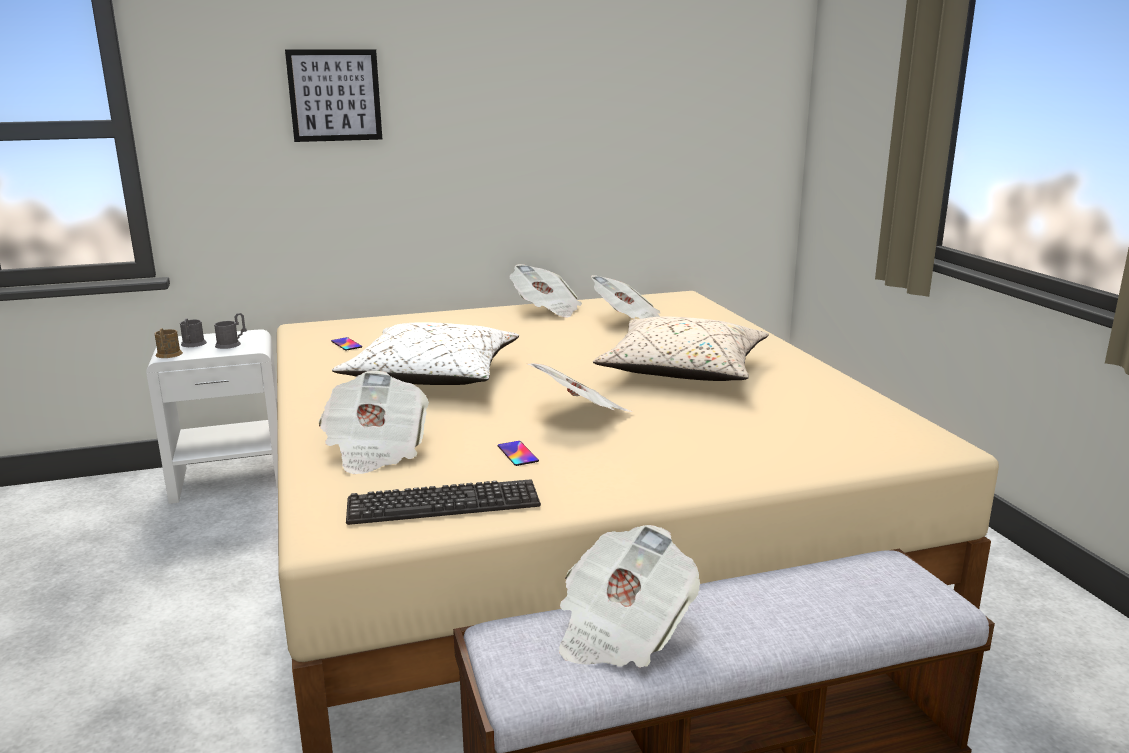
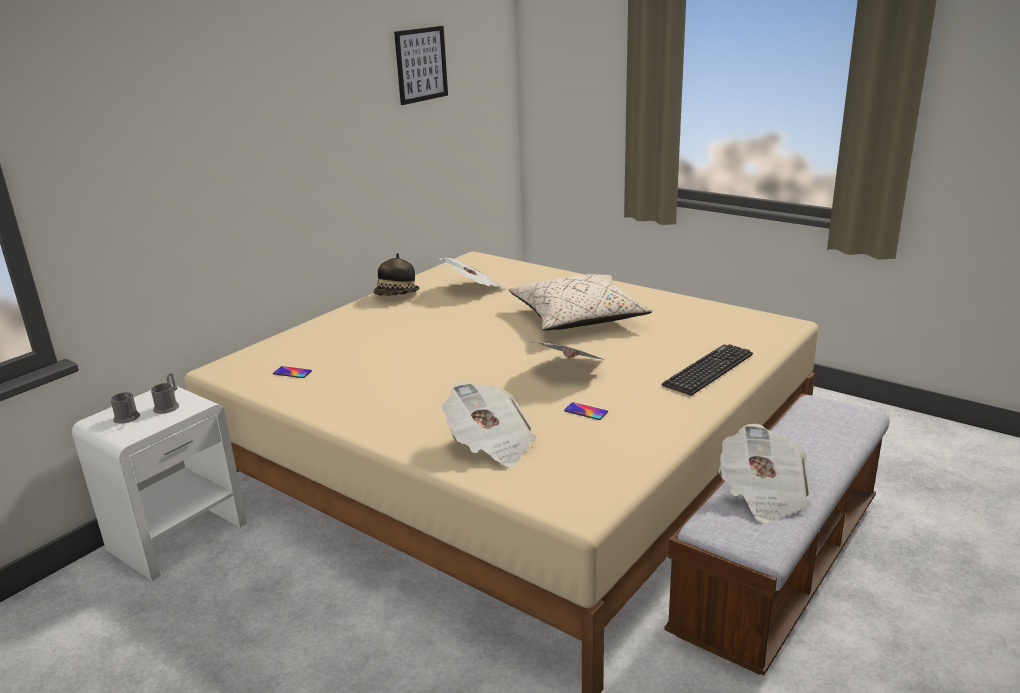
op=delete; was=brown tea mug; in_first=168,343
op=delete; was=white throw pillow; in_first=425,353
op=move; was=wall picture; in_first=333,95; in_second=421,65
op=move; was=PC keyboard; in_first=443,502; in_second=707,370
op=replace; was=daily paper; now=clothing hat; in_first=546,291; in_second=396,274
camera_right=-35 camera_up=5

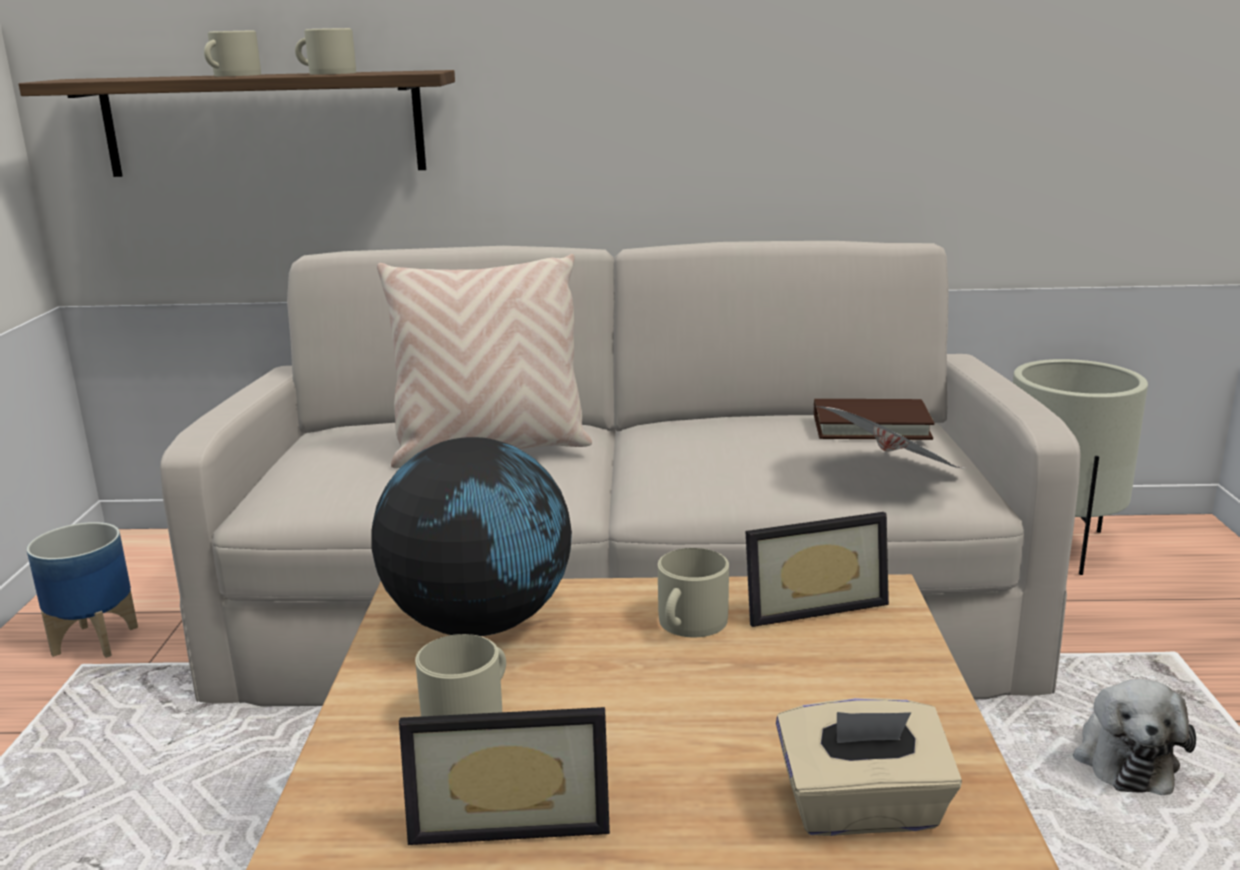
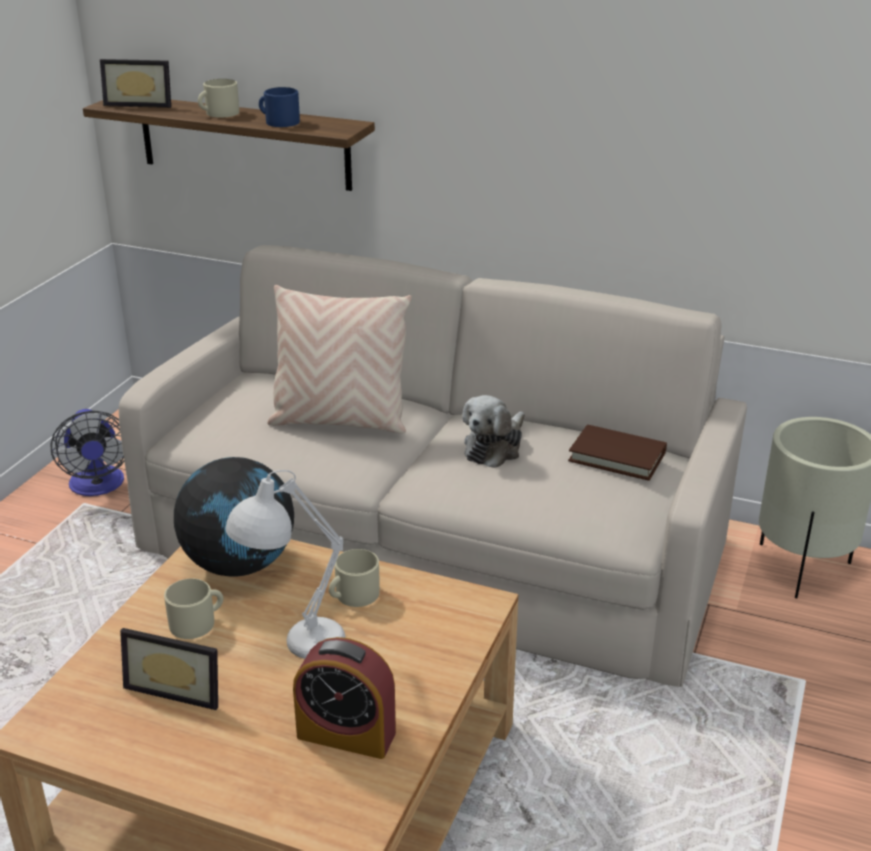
op=delete; was=daily paper; in_first=890,437
op=insert; now=white lamp for a table; in_second=285,564
op=move; was=photo frame; in_first=817,569; in_second=135,83
op=move; was=cuddly toy; in_first=1134,737; in_second=493,431
op=replace; was=plant pot; now=fan; in_first=82,590; in_second=87,452
op=replace; was=beige-coloured tissue holder; now=alarm clock; in_first=869,767; in_second=344,698
op=recolor; was=beige-coloured tea mug; now=blue-coloured tea mug; in_first=325,51; in_second=279,107
camera_right=20 camera_up=10

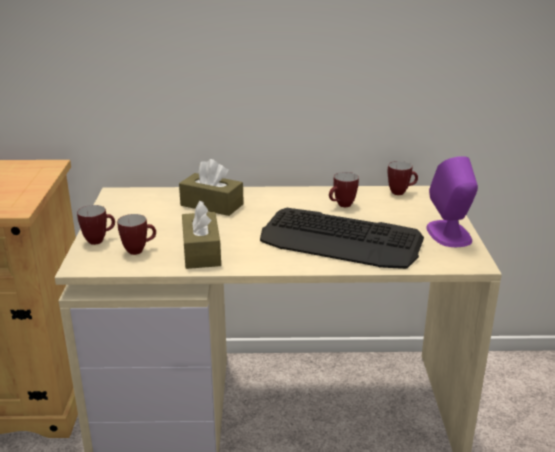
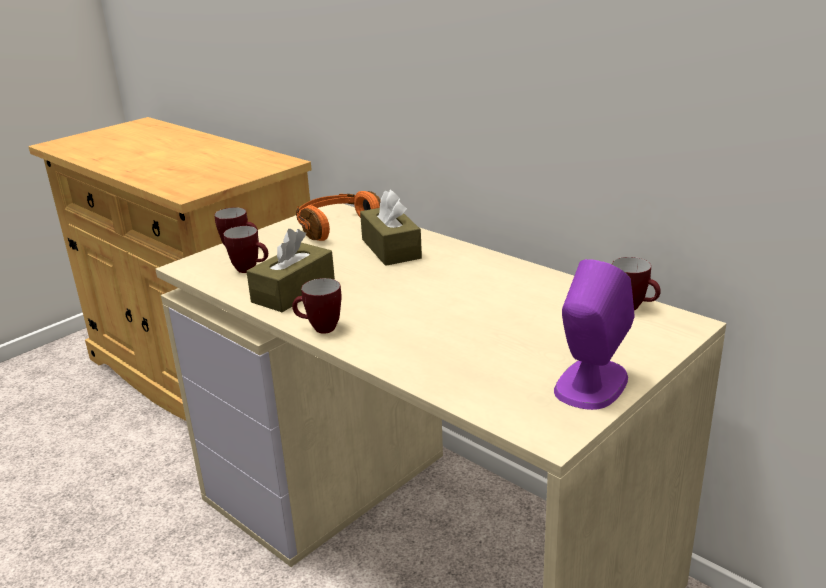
op=delete; was=PC keyboard; in_first=342,238
op=insert; now=orange-coloured headphones; in_second=338,216
op=move; was=tea mug; in_first=344,189; in_second=316,306
camera_right=45 camera_up=0

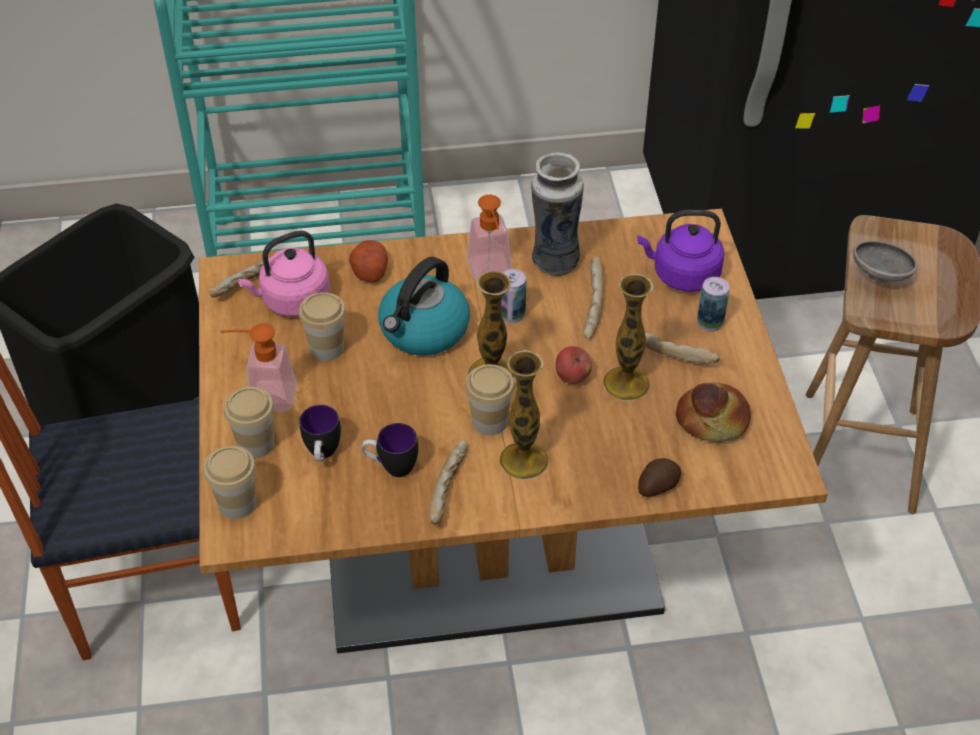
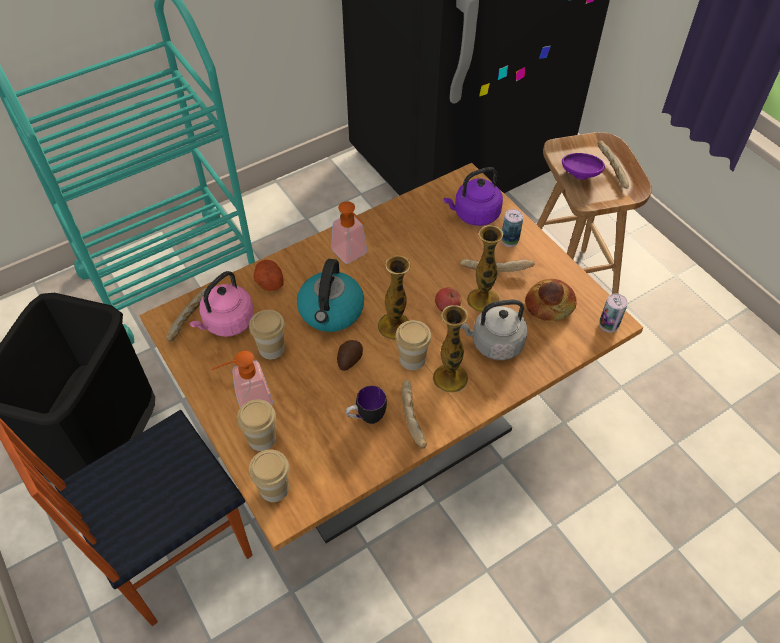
op=delete; was=tea mug; in_first=320,433
op=delete; was=decorative vase; in_first=557,214
op=insert; now=gray kettle; in_second=494,329
op=move; was=can; in_first=513,296; in_second=613,313
op=move; was=bakery bread; in_first=593,297; in_second=613,164
op=move; was=spud; in_first=659,477; in_second=350,355
op=recolor; was=gray bowl; now=purple bowl; in_first=885,262; in_second=583,166
camera_right=-25 camera_up=5

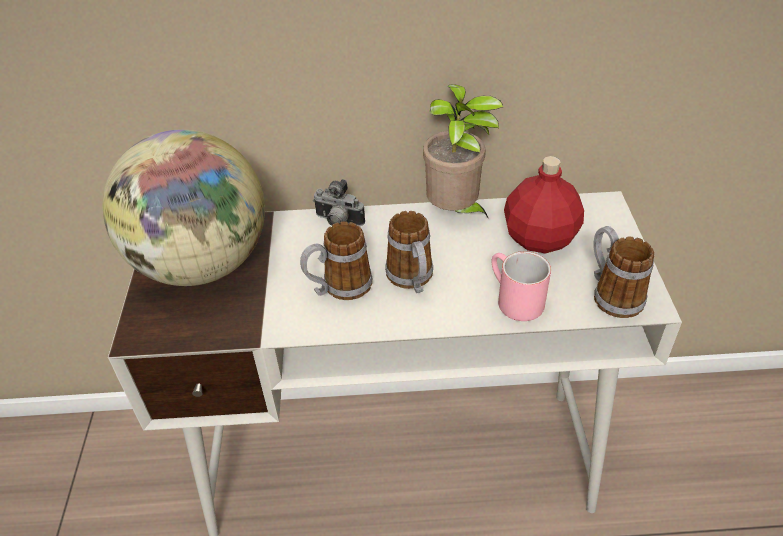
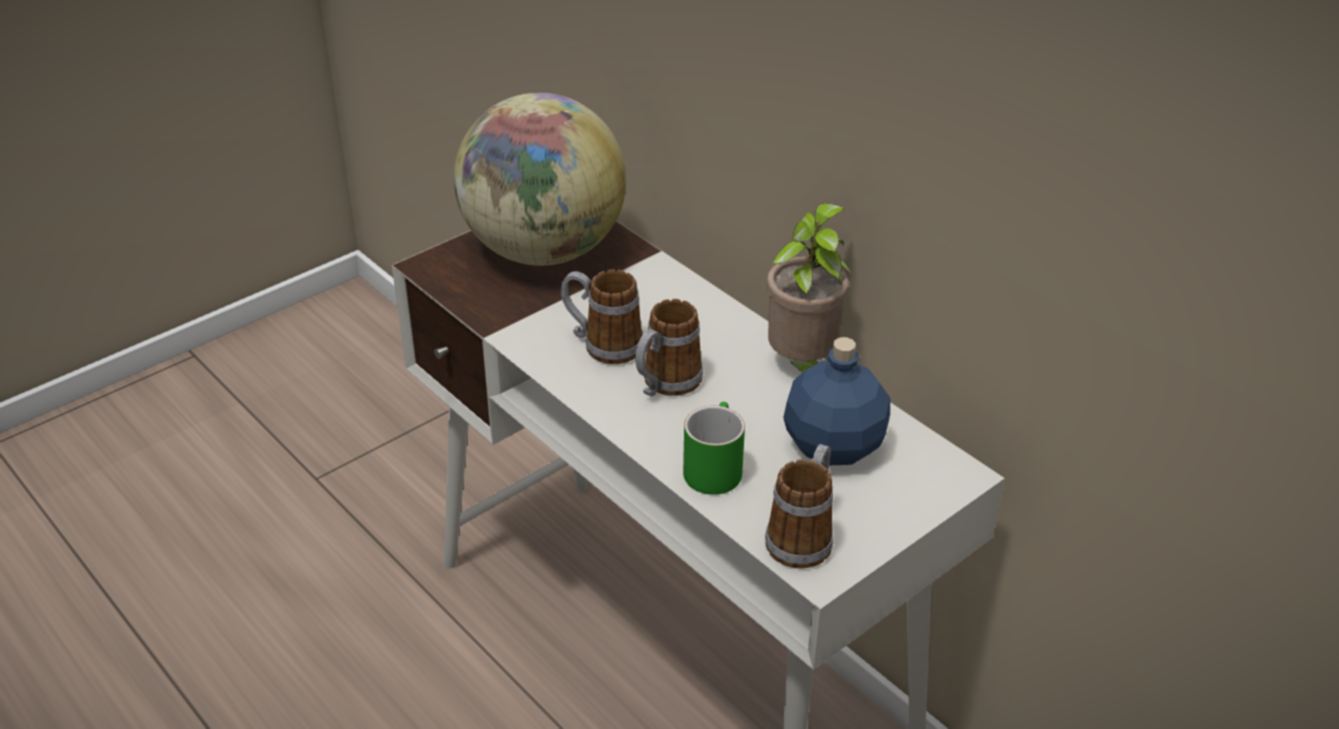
op=delete; was=still camera; in_first=339,202
op=recolor; was=pinkish tea mug; now=green tea mug; in_first=521,286; in_second=714,448
op=recolor; was=reddish beverage bottle; now=blue-coloured beverage bottle; in_first=544,204; in_second=836,401
camera_right=50 camera_up=-5

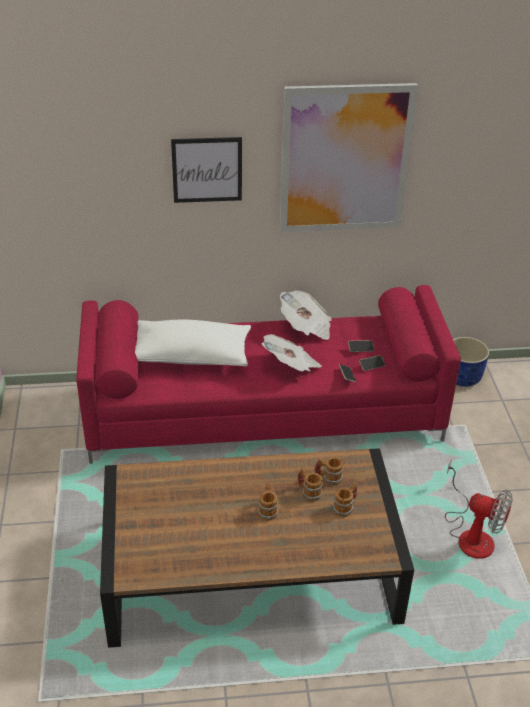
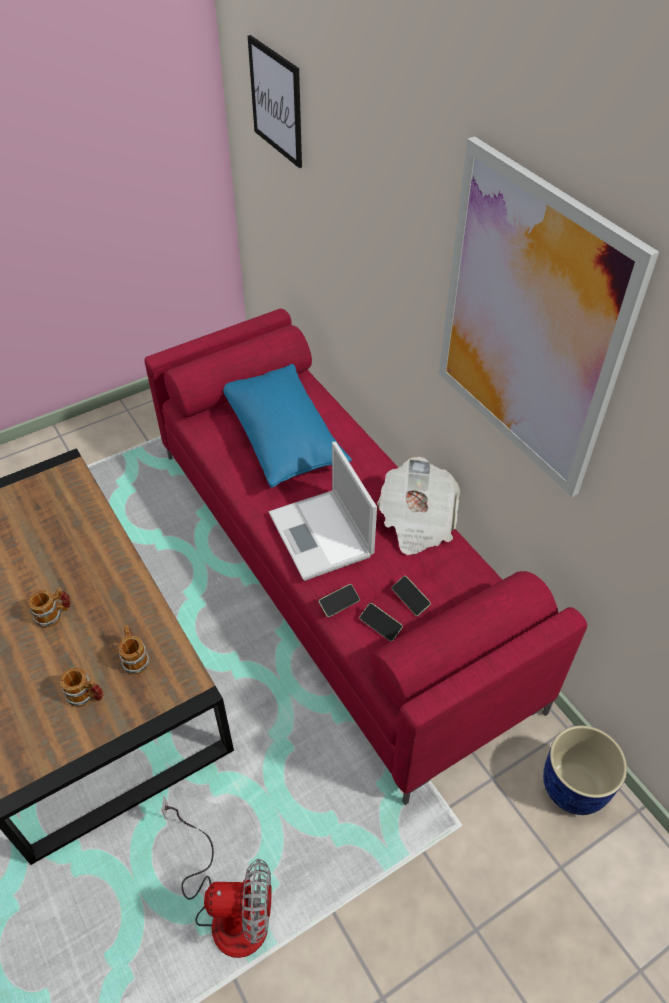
op=delete; was=tea mug; in_first=310,484
op=move; was=wall picture; in_first=206,170; in_second=275,101
op=replace; was=daily paper; now=laptop; in_first=291,353; in_second=323,511
op=recolor; was=white throw pillow; now=blue-coloured throw pillow; in_first=193,342; in_second=287,426
op=rotate; was=fan; in_first=479,509; in_second=217,877; clockwise=-90
camera_right=65 camera_up=10

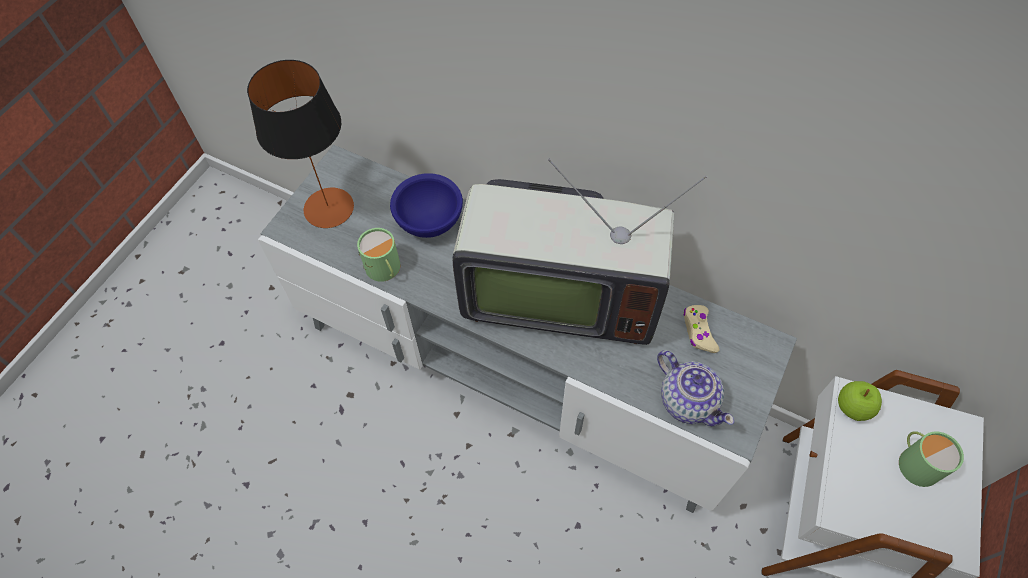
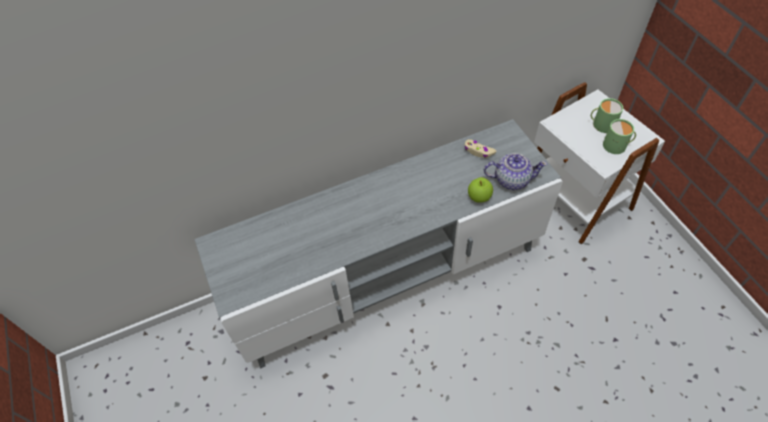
op=delete; was=lamp for a table; in_first=300,144
op=delete; was=blue-coloured bowl; in_first=426,205
op=delete; was=TV; in_first=580,251
op=move; was=green tea mug; in_first=378,255; in_second=619,136
op=move; was=whole apple; in_first=860,401; in_second=480,190
camera_right=-50 camera_up=-5

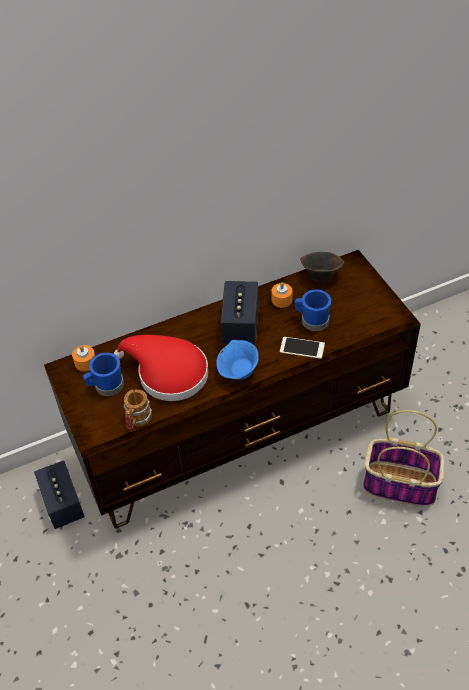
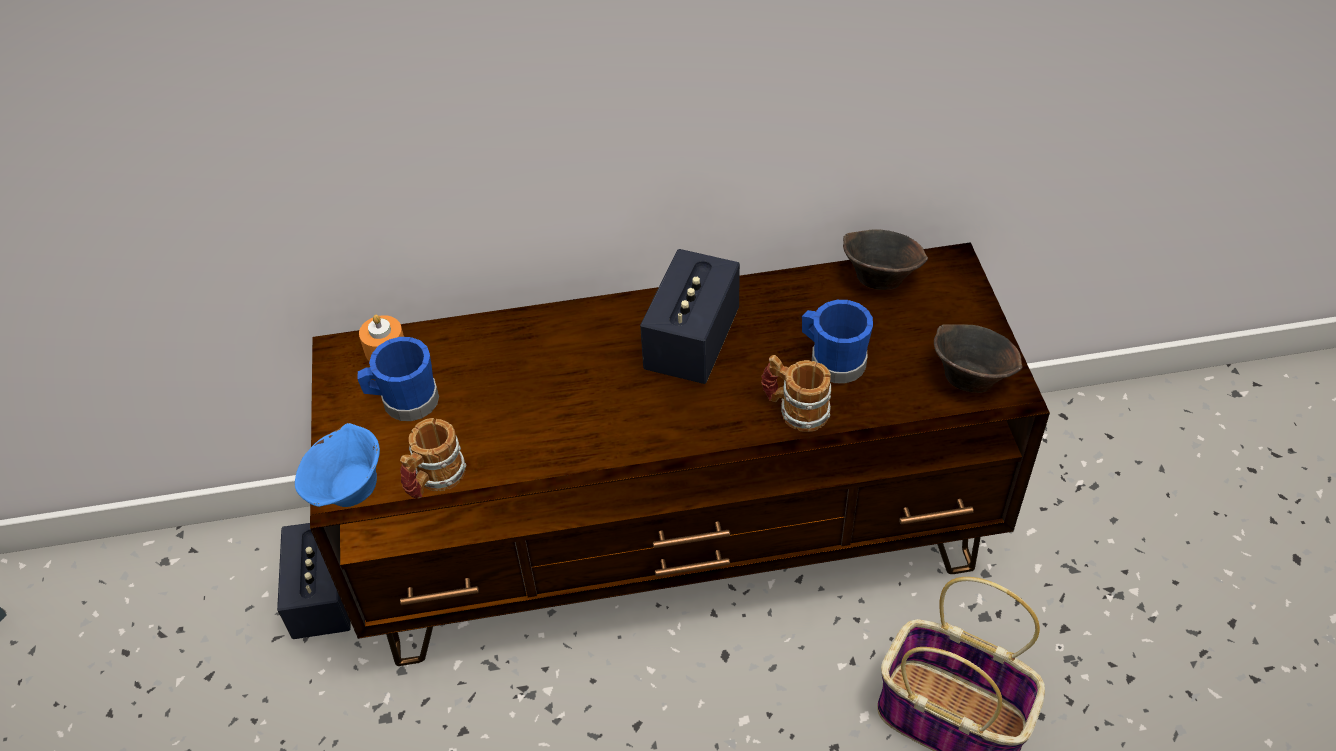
op=delete; was=reddish clothing hat; in_first=161,368
op=delete; was=orange-coloured wax candle; in_first=282,295
op=insert; now=brown bowl; in_second=978,358
op=move; was=blue-coloured bowl; in_first=237,360; in_second=337,465
op=replace; was=telephone; now=tea mug; in_first=302,348; in_second=796,393
camera_right=15 camera_up=0

